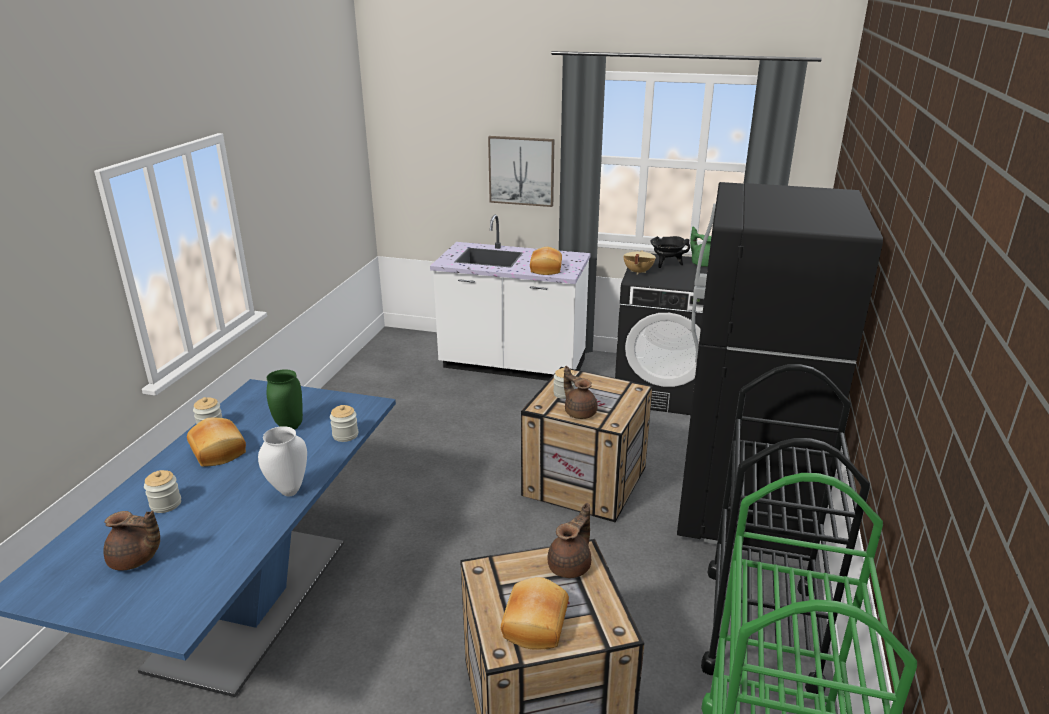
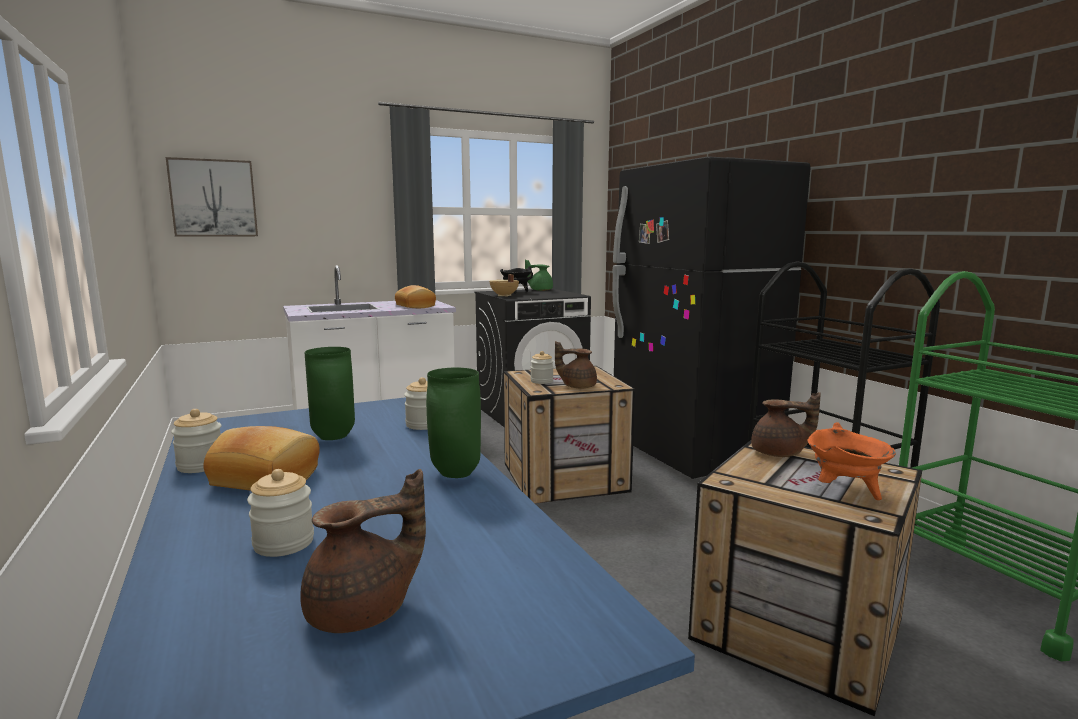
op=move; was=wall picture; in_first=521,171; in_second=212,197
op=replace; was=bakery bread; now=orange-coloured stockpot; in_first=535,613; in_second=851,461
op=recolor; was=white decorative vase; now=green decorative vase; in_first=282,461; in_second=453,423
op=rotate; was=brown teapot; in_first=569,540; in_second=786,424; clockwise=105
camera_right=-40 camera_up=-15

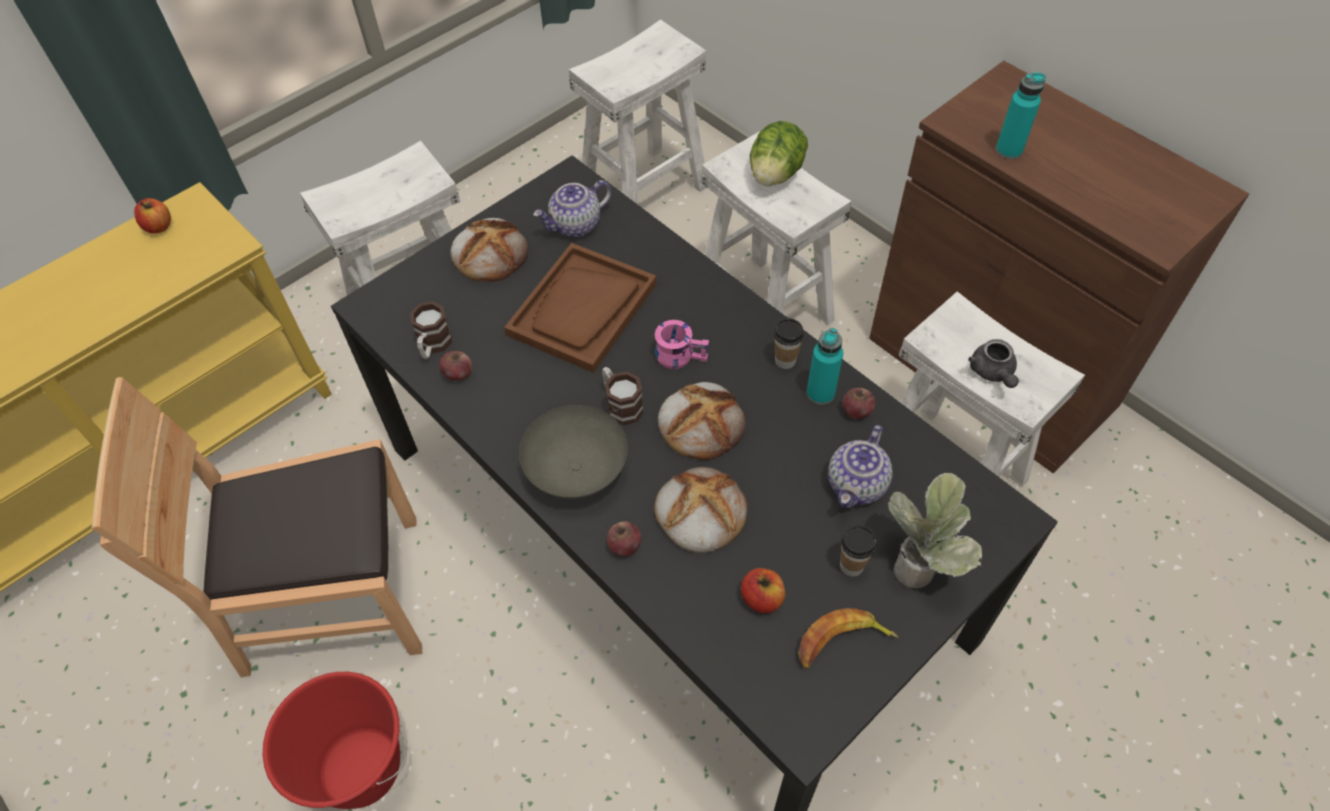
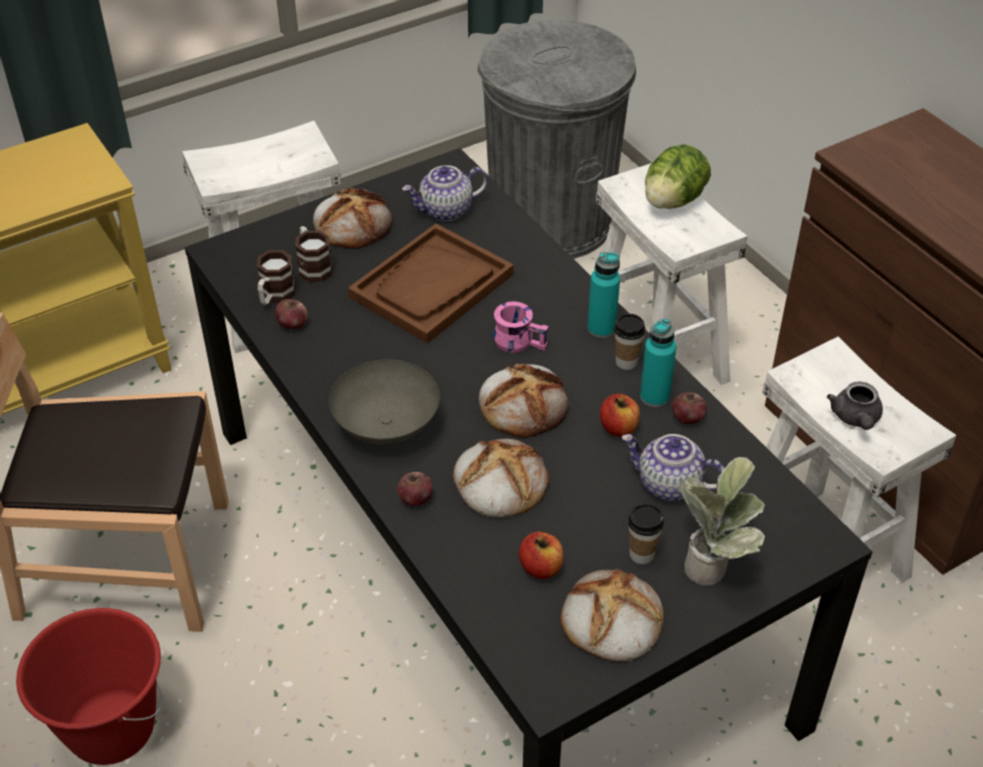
op=move; was=whole apple; in_first=152,216; in_second=620,415
op=move; was=tea mug; in_first=623,396; in_second=314,254
op=move; was=turquoise-coloured beverage bottle; in_first=1021,116; in_second=603,295
op=replace; was=white stool seat; now=gray rubbish bin; in_first=638,111; in_second=556,139
op=replace; was=banana; now=bakery bread; in_first=848,638; in_second=612,615
op=rotate; was=teapot; in_first=860,466; in_second=673,467; clockwise=75
camera_right=10 camera_up=-10

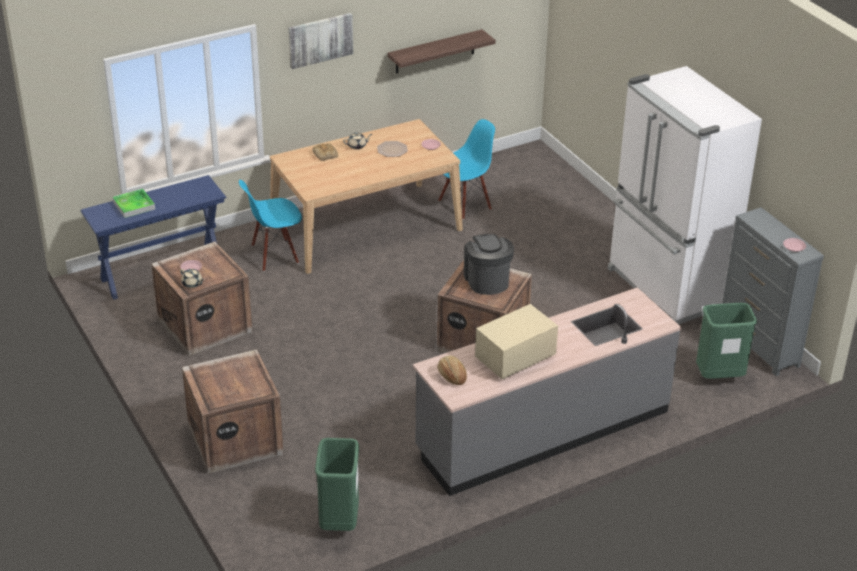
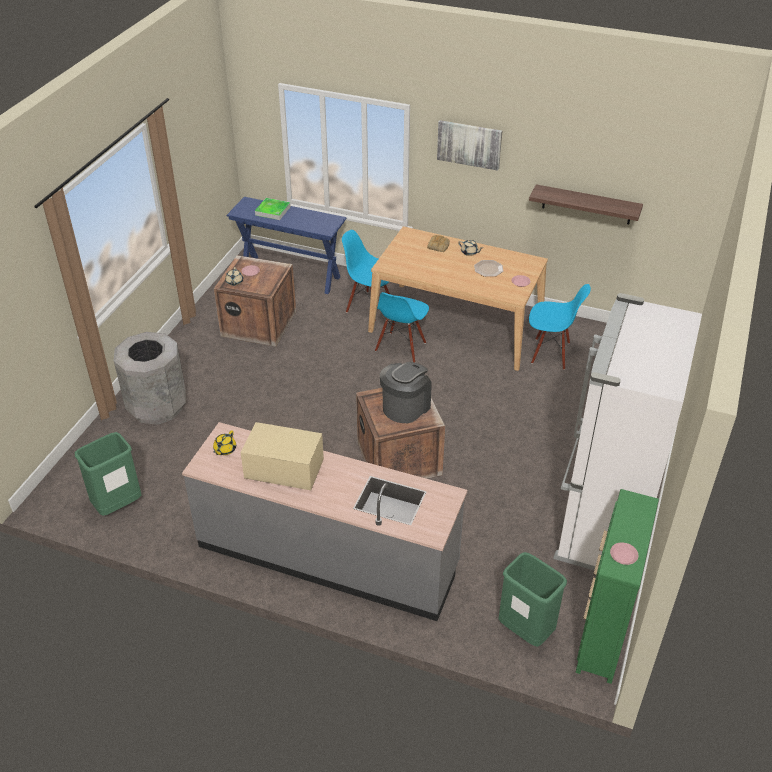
op=insert; now=blue-coloured plain chair; in_second=402,327
op=replace; was=crate; now=gray rubbish bin; in_first=233,411; in_second=150,378
op=replace; was=bakery bread; now=yellow-coloured teapot; in_first=452,370; in_second=224,442
op=recolor; was=gray drawer chest; now=green drawer chest; in_first=773,291; in_second=617,586
camera_right=50 camera_up=5

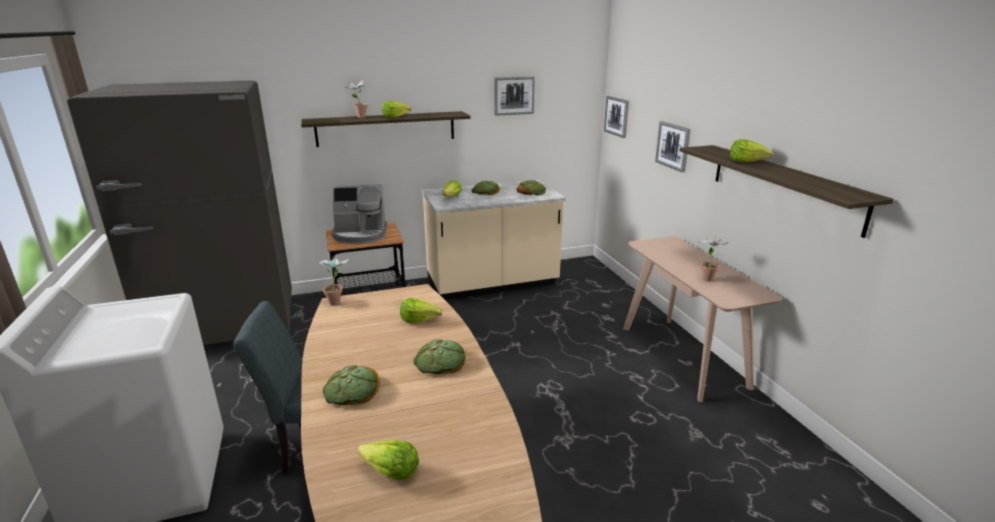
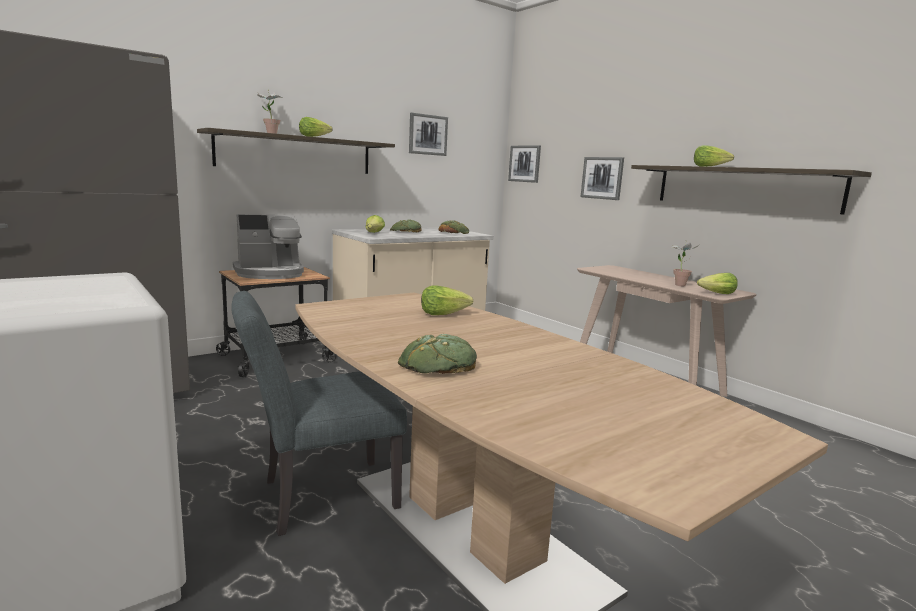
op=delete; was=plant in a pot; in_first=333,281
op=delete; was=bakery bread; in_first=439,356
op=move; was=lettuce head; in_first=388,460; in_second=717,283
camera_right=-20 camera_up=-10

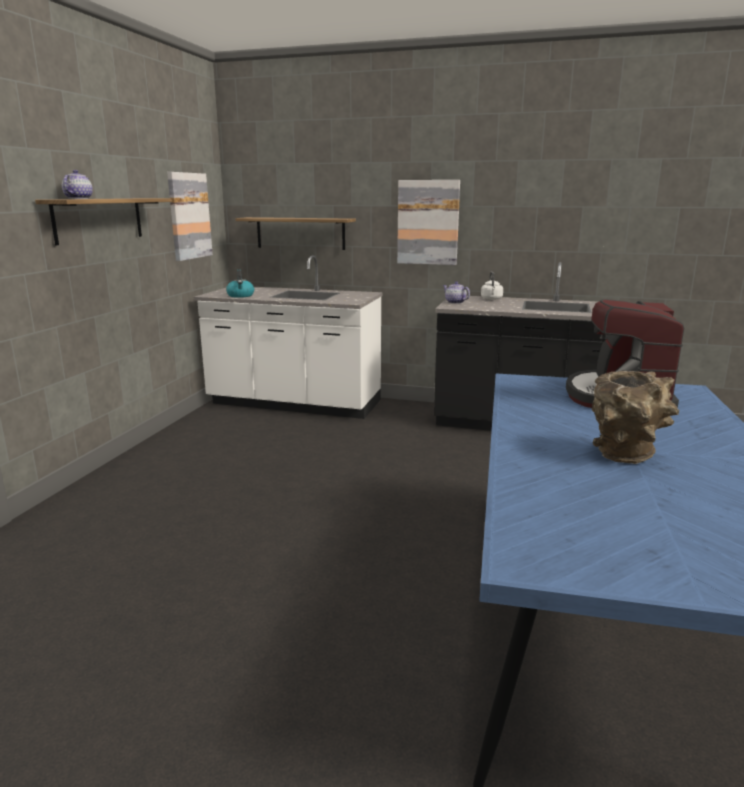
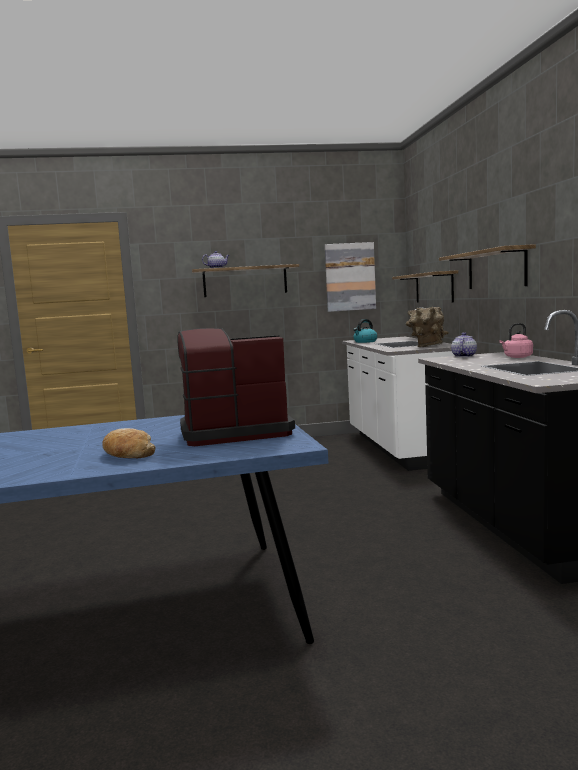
op=insert; now=bakery bread; in_second=128,443
op=move; was=brown decorative vase; in_first=635,417; in_second=427,327
op=replace; was=wall picture; now=shelf; in_first=428,222; in_second=487,266
op=recolor; was=white kettle; now=pinkish kettle; in_first=492,285; in_second=516,340
camera_right=65 camera_up=-10

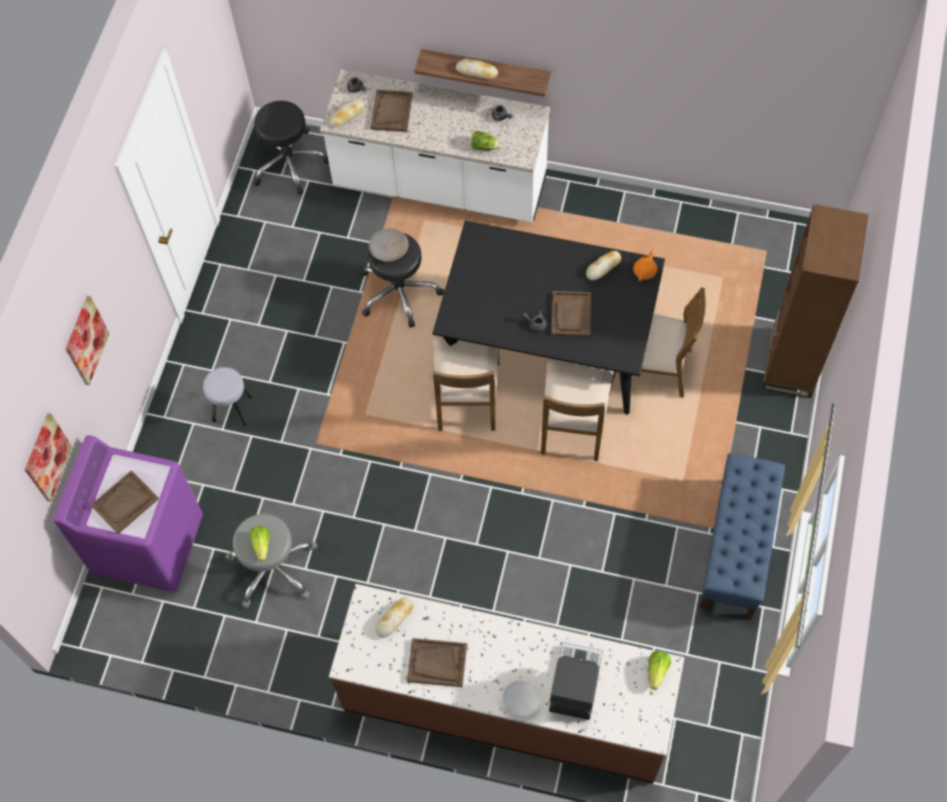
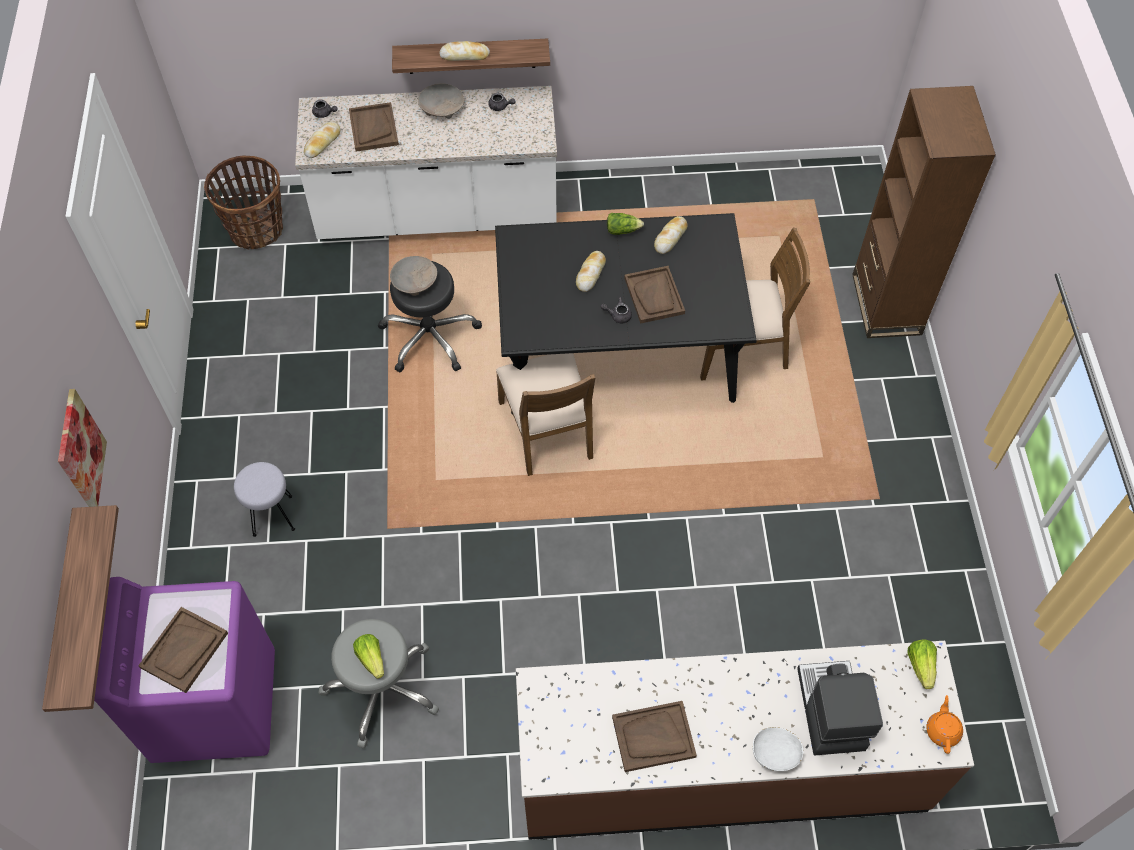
op=delete; was=brown plain chair; in_first=577,411
op=delete; was=blue-coloured bench; in_first=742,536
op=insert; now=beige-coloured bowl; in_second=441,101
op=move; was=bakery bread; in_first=394,617; in_second=591,271
op=move; was=lettuce head; in_first=486,141; in_second=625,224
op=move; was=orange-coloured teapot; in_first=645,264; in_second=944,724
op=replace; was=wall picture; now=shelf; in_first=48,457; in_second=80,608
op=replace; was=blackish stool seat; now=household basket; in_first=291,147; in_second=243,203
camera_right=-20 camera_up=-5

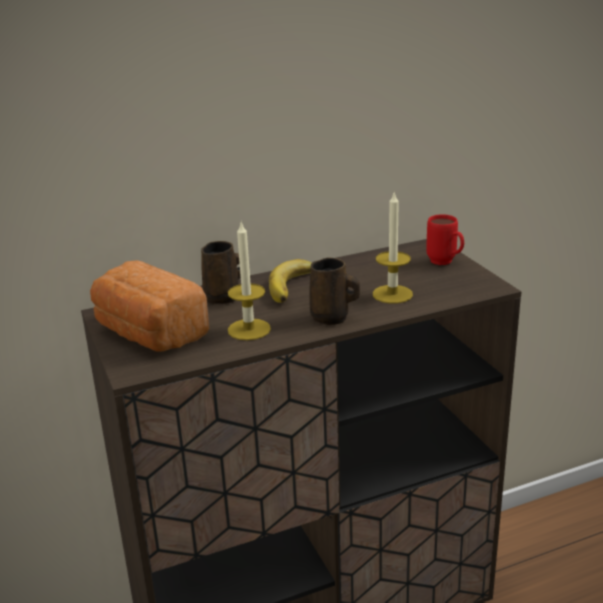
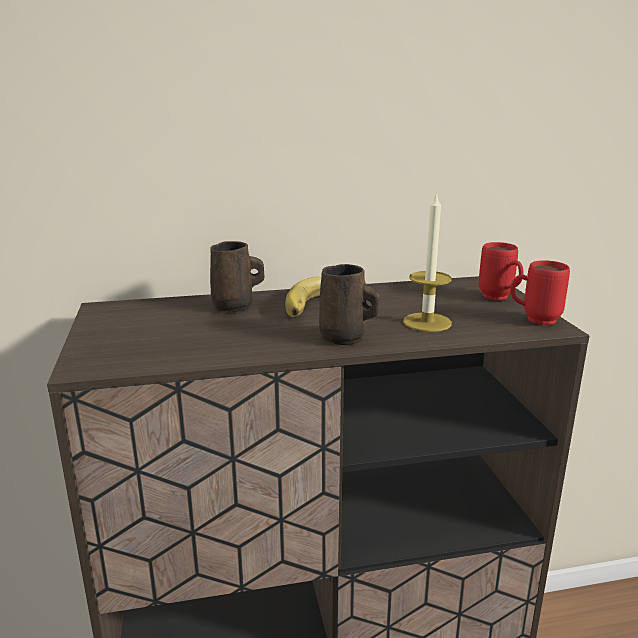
op=delete; was=bakery bread; in_first=149,305
op=delete; was=wax candle; in_first=249,281
op=insert; now=reddish tea mug; in_second=540,292
camera_right=10 camera_up=-5

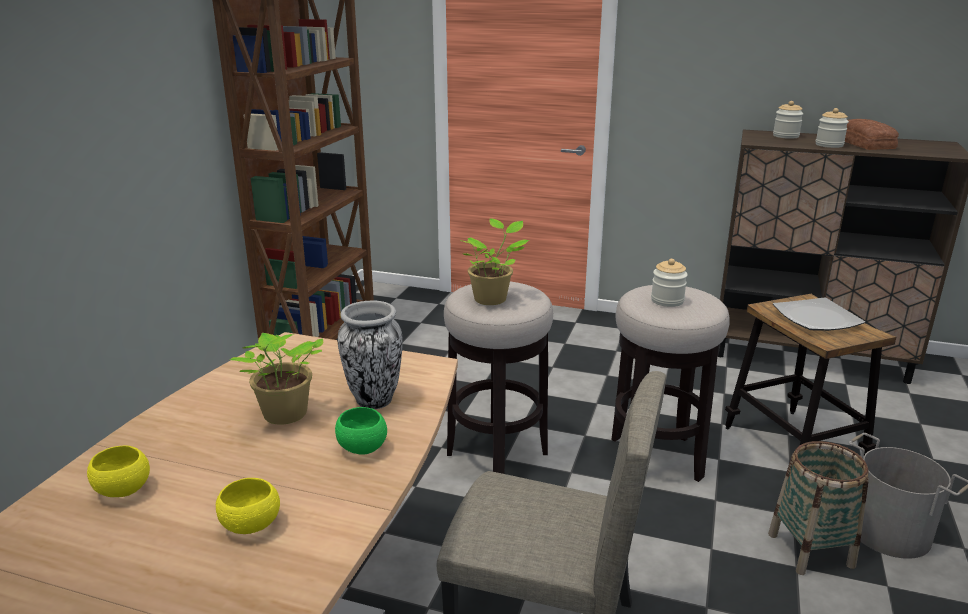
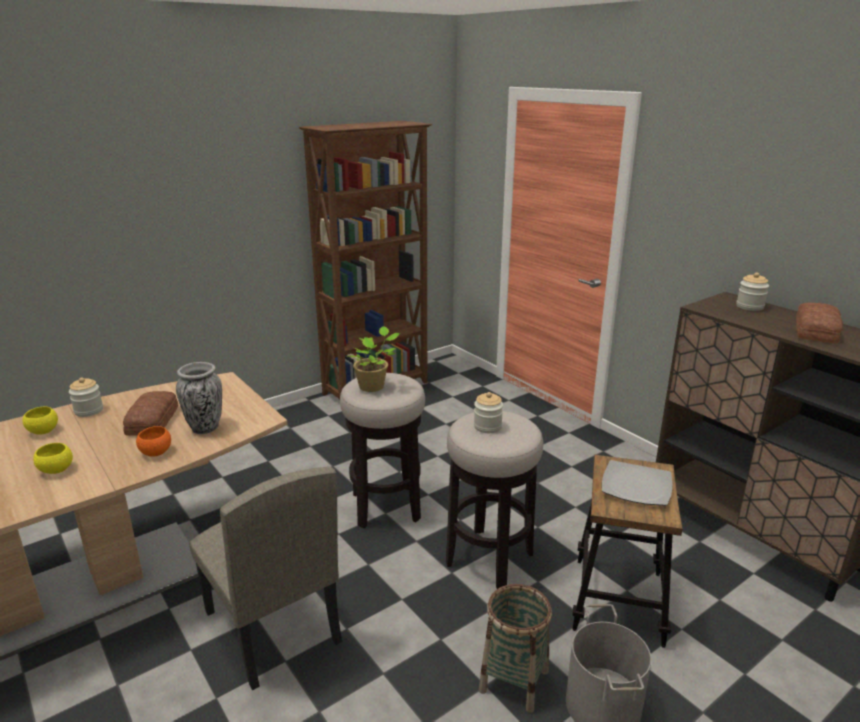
op=move; was=jar; in_first=832,128; in_second=86,397
op=replace; was=plant in a pot; now=bakery bread; in_first=276,379; in_second=150,413
op=recolor; was=green bowl; now=orange-coloured bowl; in_first=361,431; in_second=153,441
camera_right=35 camera_up=0

